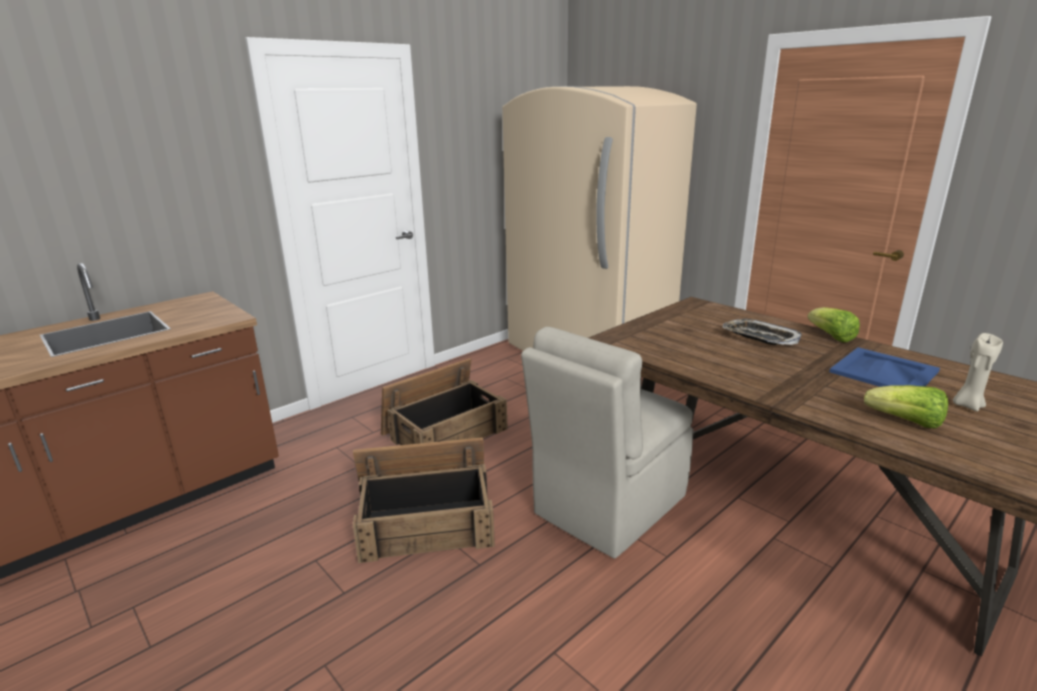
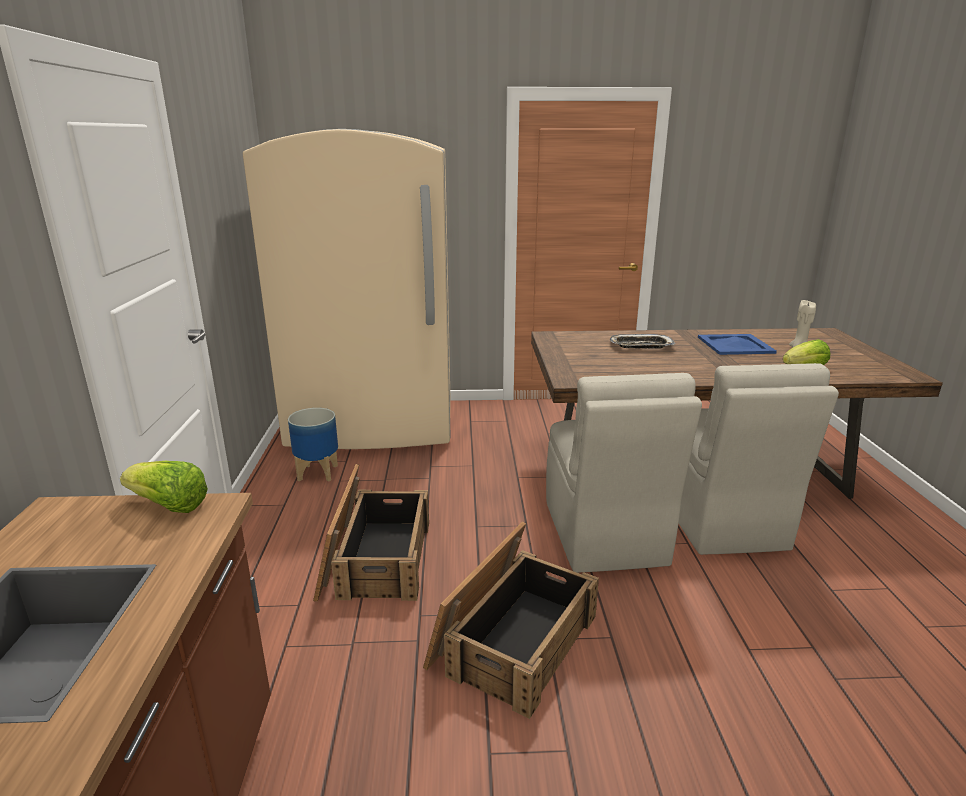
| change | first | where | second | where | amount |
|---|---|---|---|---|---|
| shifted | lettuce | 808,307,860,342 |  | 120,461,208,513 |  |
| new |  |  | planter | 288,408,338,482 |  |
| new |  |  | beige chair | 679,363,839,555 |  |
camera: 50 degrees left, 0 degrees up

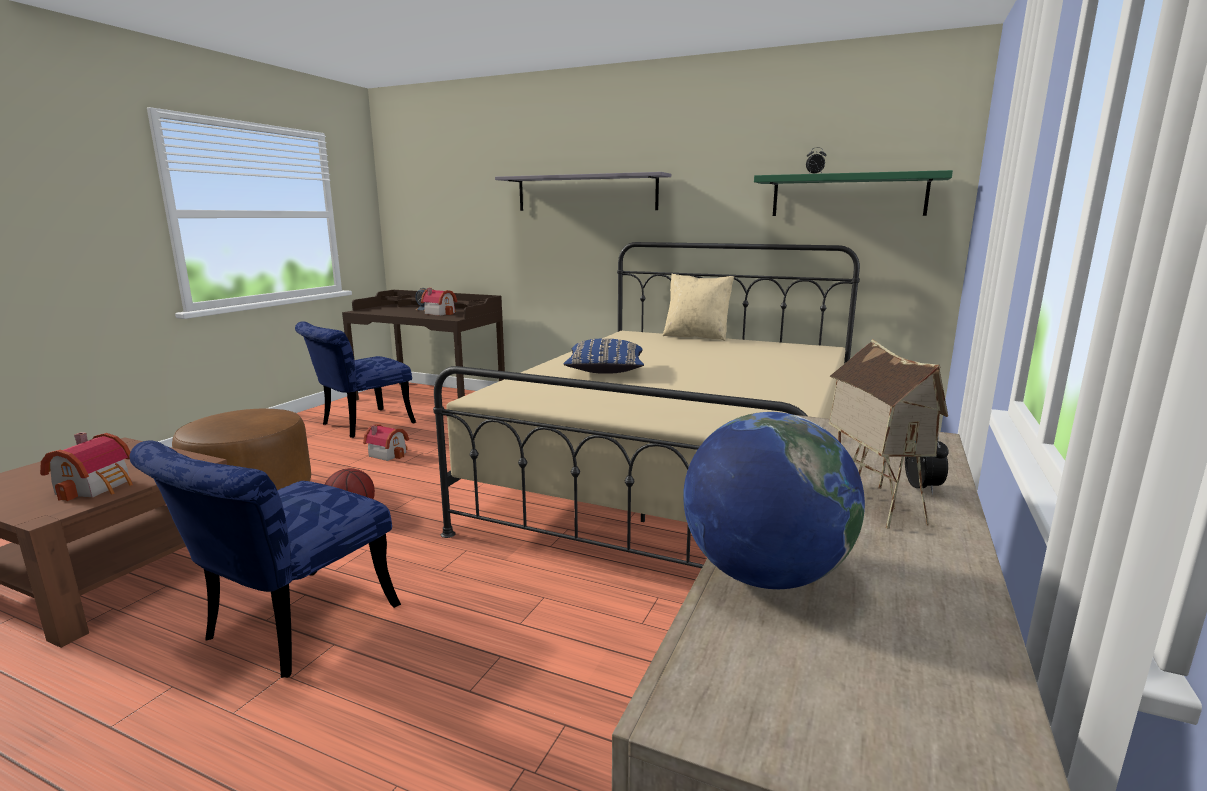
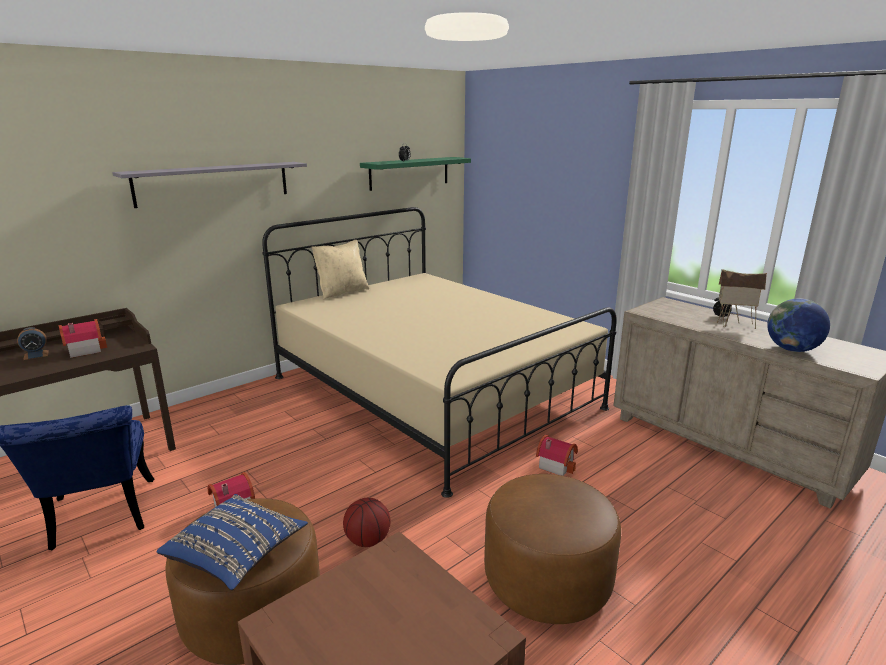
| change | first | where | second | where | amount |
|---|---|---|---|---|---|
| shifted | toy house | 40,432,133,501 |  | 536,435,578,476 |  |
| swapped | blue chair | 129,441,401,678 | brown ottoman | 484,474,621,624 |  |
| shifted | blue pillow | 564,339,644,374 |  | 156,494,308,590 |  |
camera: 65 degrees left, 5 degrees up

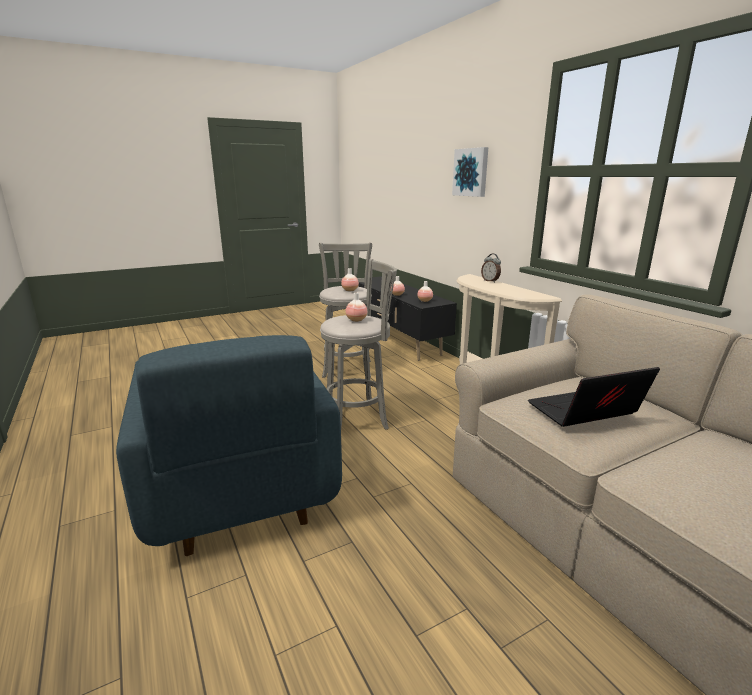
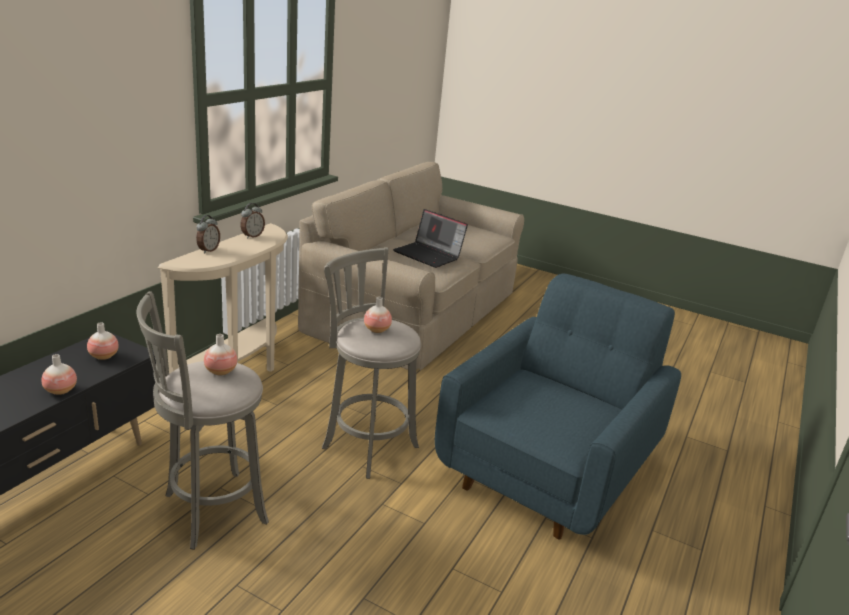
| change | first | where | second | where | amount |
|---|---|---|---|---|---|
| gone | picture | 452,147,488,197 |  |  |  |
| new |  |  | alarm clock | 240,203,265,239 |  |
camera: 125 degrees left, 5 degrees up

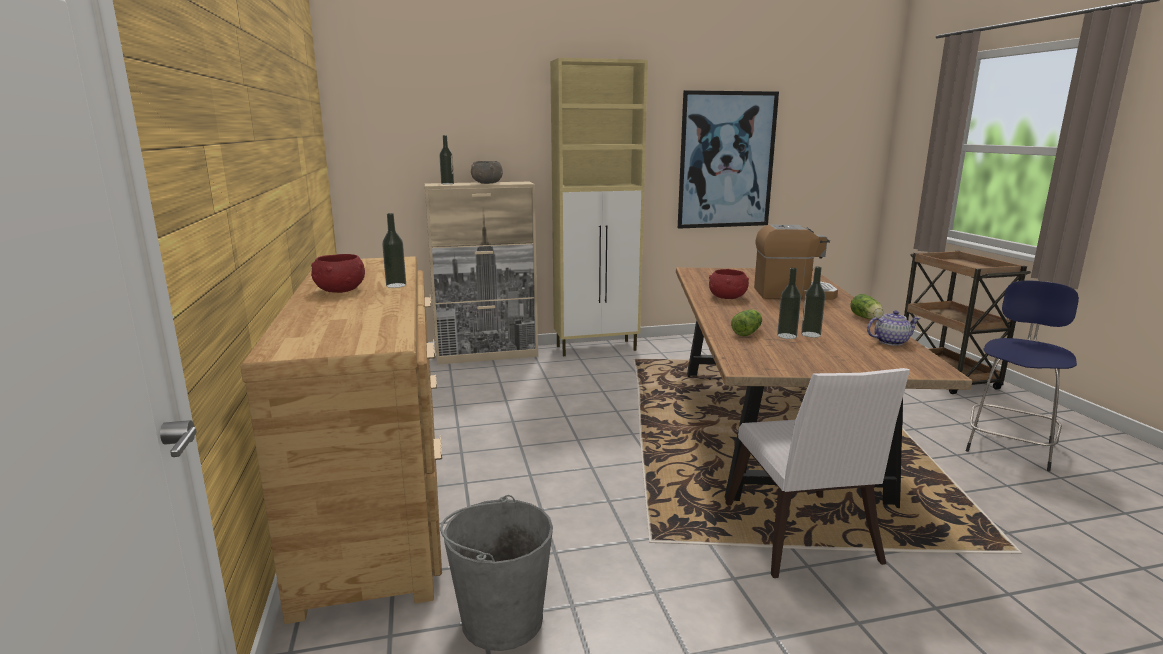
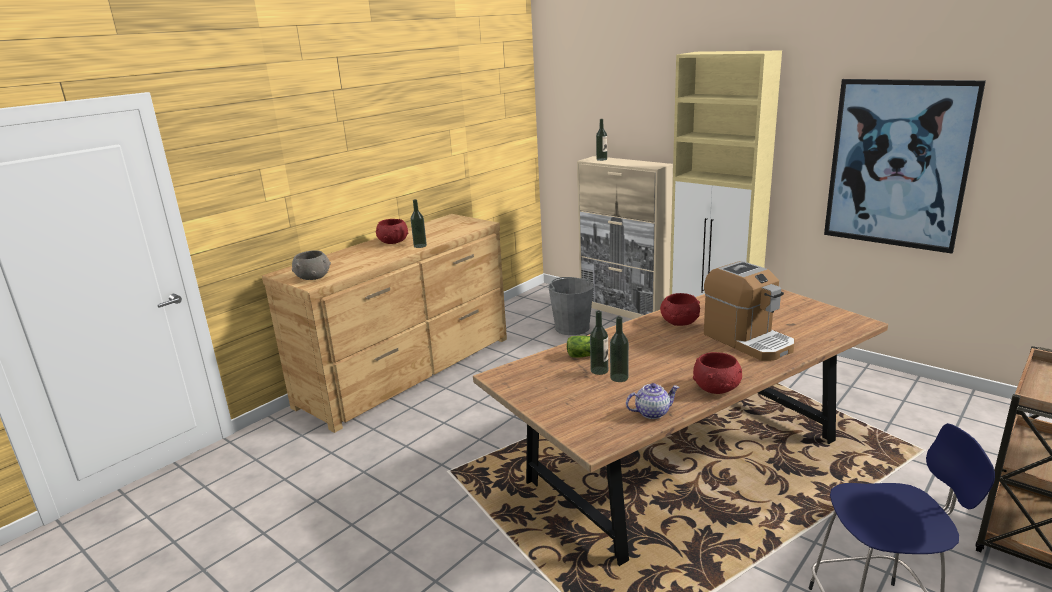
| change | first | where | second | where | amount |
|---|---|---|---|---|---|
| shifted | grey bucket | 440,495,553,651 |  | 548,277,594,335 |  |
| shifted | grey bowl | 471,161,503,184 |  | 292,250,331,280 |  |
| gone | white chair | 725,368,910,578 |  |  |  |
| swapped | lettuce | 850,294,883,319 | red bowl | 693,352,742,394 |  |
| rotated | teapot | 867,310,921,346 |  | 626,383,679,419 | 60 degrees counterclockwise |
camera: 55 degrees right, 5 degrees up

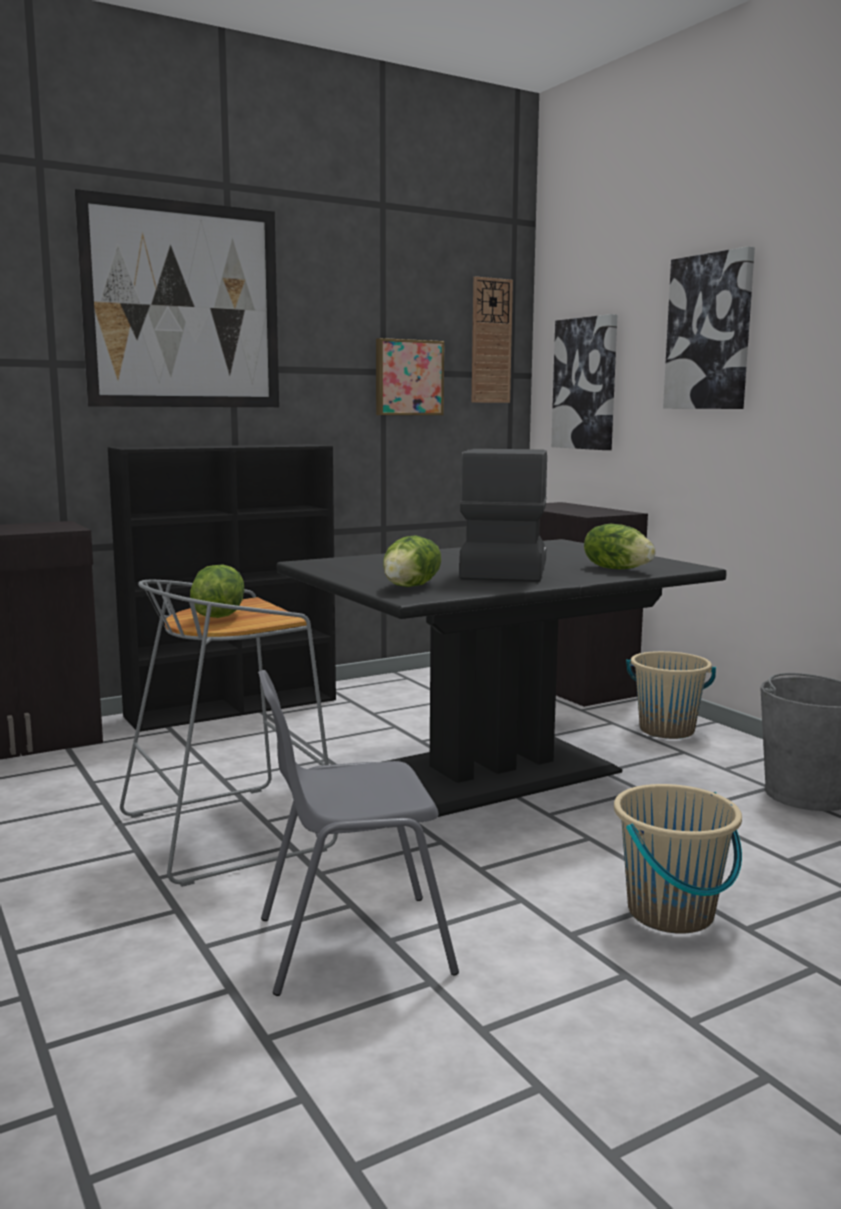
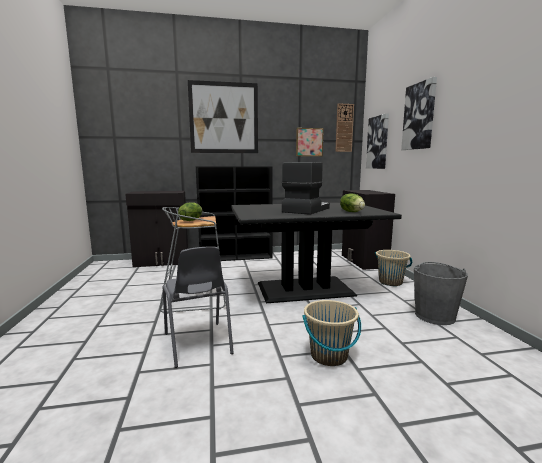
| change | first | where | second | where | amount |
|---|---|---|---|---|---|
| rotated | grey chair | 258,670,459,996 |  | 163,246,234,368 | 120 degrees counterclockwise |
| gone | lettuce | 383,535,441,587 |  |  |  |
camera: 20 degrees right, 0 degrees up

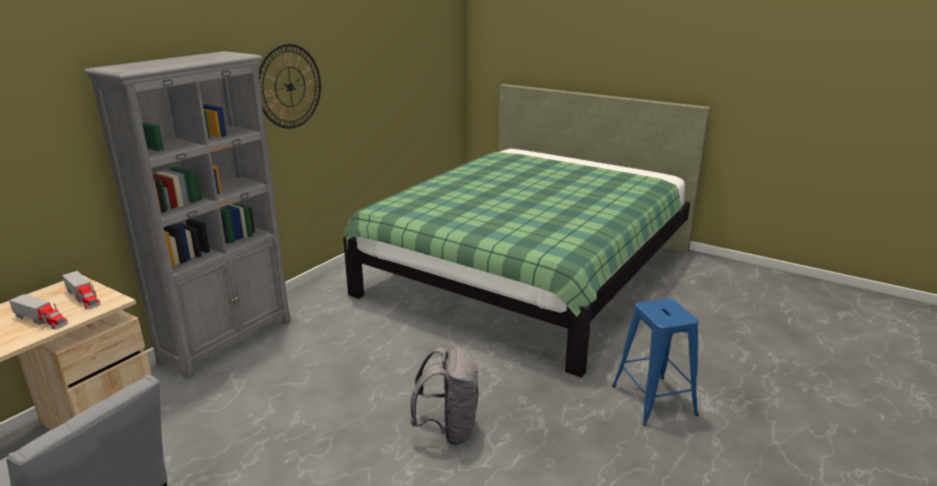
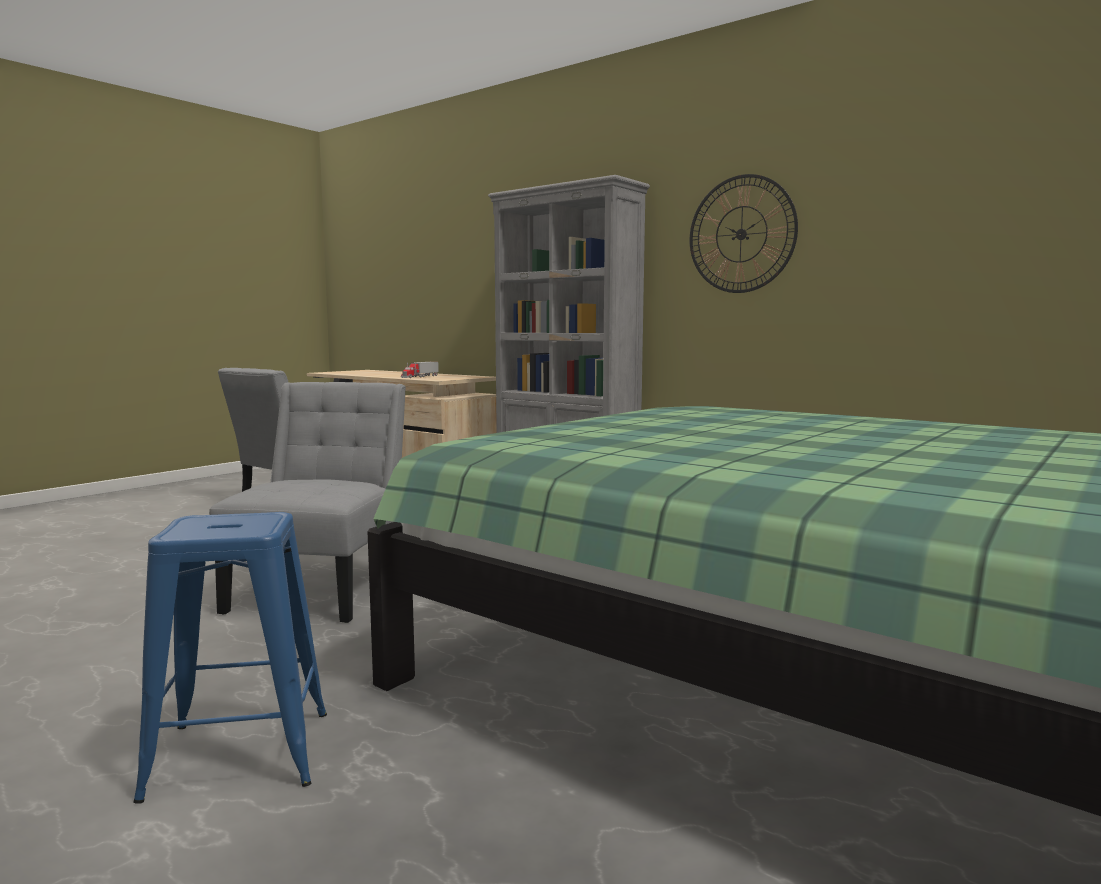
| change | first | where | second | where | amount |
|---|---|---|---|---|---|
| gone | toy truck | 62,271,101,309 |  |  |  |
| swapped | grey backpack | 410,346,479,445 | grey chair | 209,382,406,623 |  |
camera: 95 degrees right, 15 degrees down

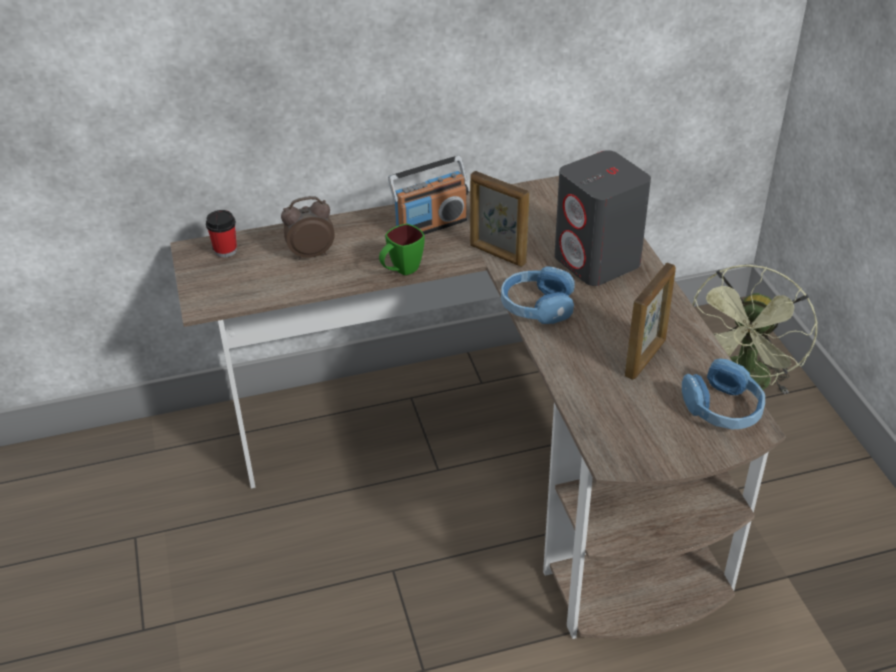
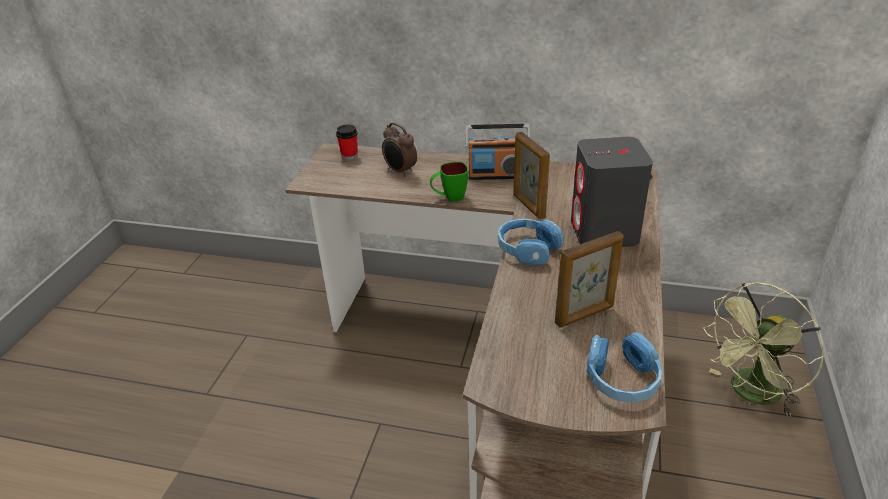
| change | first | where | second | where | amount |
|---|---|---|---|---|---|
| rotated | alarm clock | 281,196,335,260 |  | 382,123,417,176 | 150 degrees counterclockwise |
camera: 30 degrees right, 5 degrees down

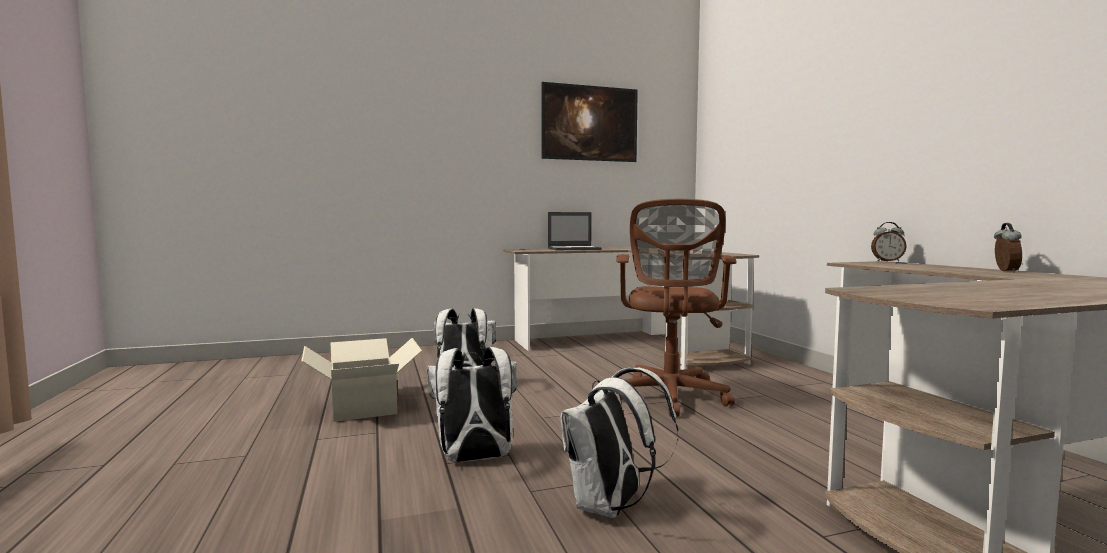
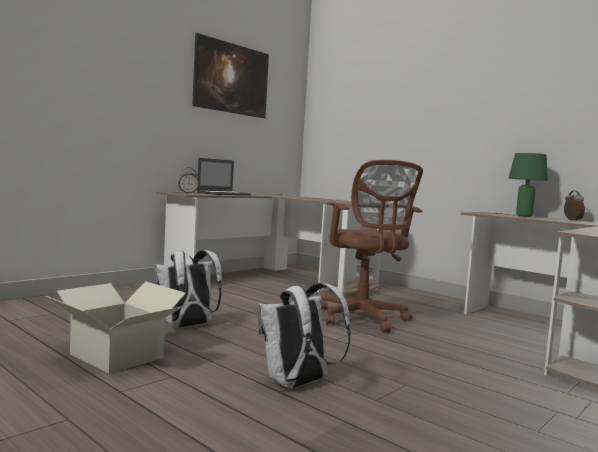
| change | first | where | second | where | amount |
|---|---|---|---|---|---|
| gone | white backpack | 560,367,678,518 |  |  |  |
| shifted | alarm clock | 871,222,907,262 |  | 178,167,199,194 |  |
| new |  |  | green table lamp | 508,153,548,217 |  |
camera: 30 degrees left, 0 degrees up

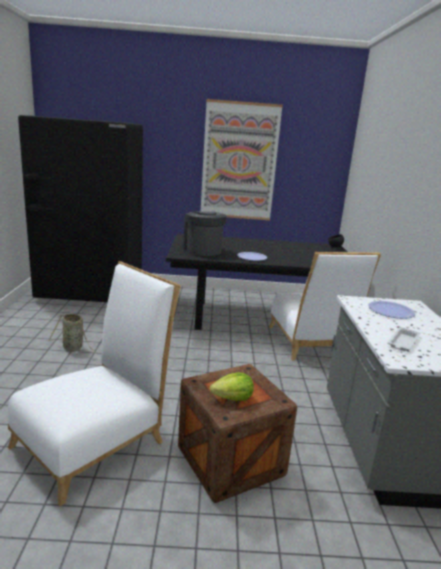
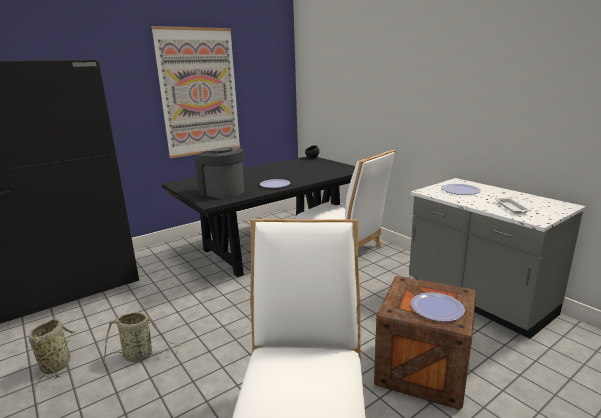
| change | first | where | second | where | amount |
|---|---|---|---|---|---|
| swapped | lettuce | 210,373,254,401 | plate | 411,293,465,322 |  |
| new |  |  | basket | 29,319,75,386 |  |
camera: 35 degrees left, 0 degrees up

